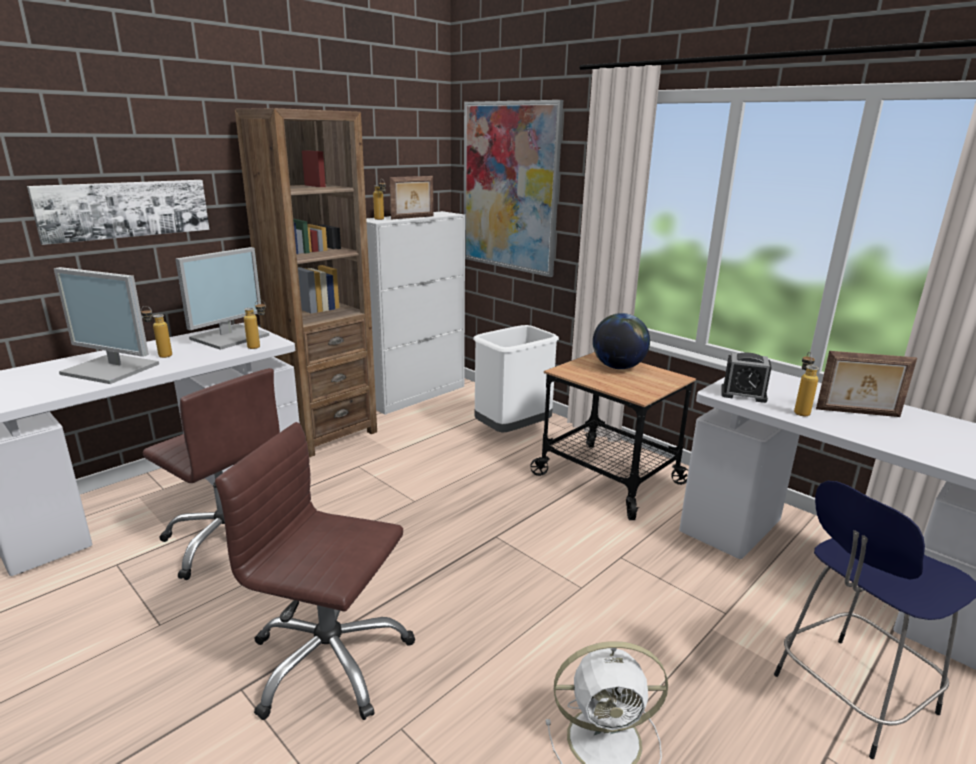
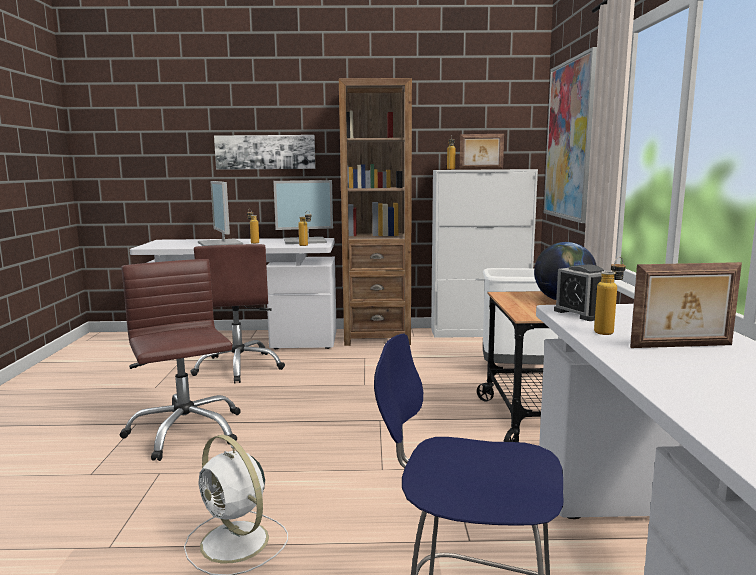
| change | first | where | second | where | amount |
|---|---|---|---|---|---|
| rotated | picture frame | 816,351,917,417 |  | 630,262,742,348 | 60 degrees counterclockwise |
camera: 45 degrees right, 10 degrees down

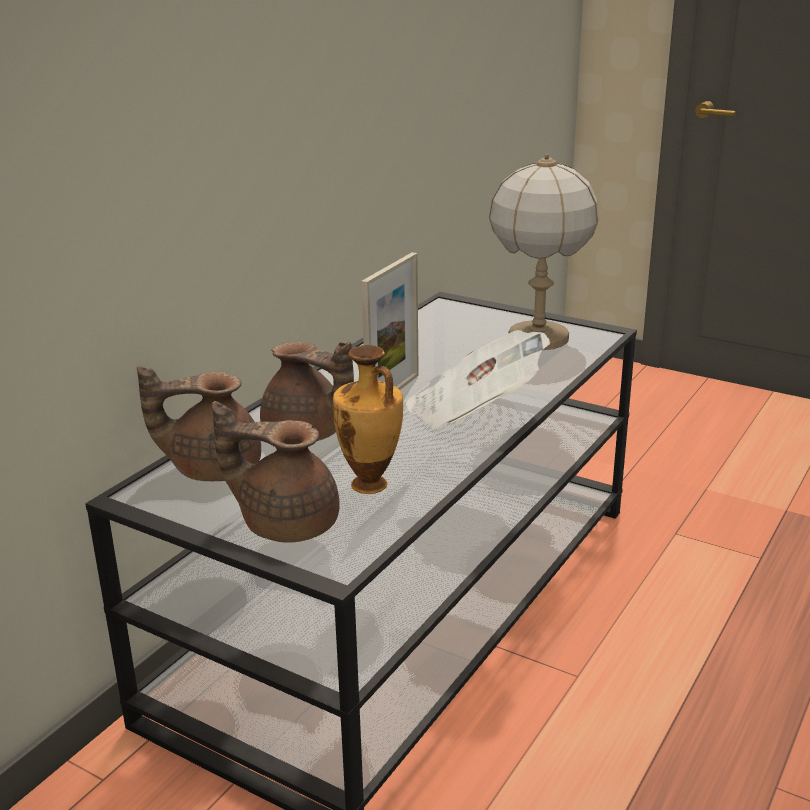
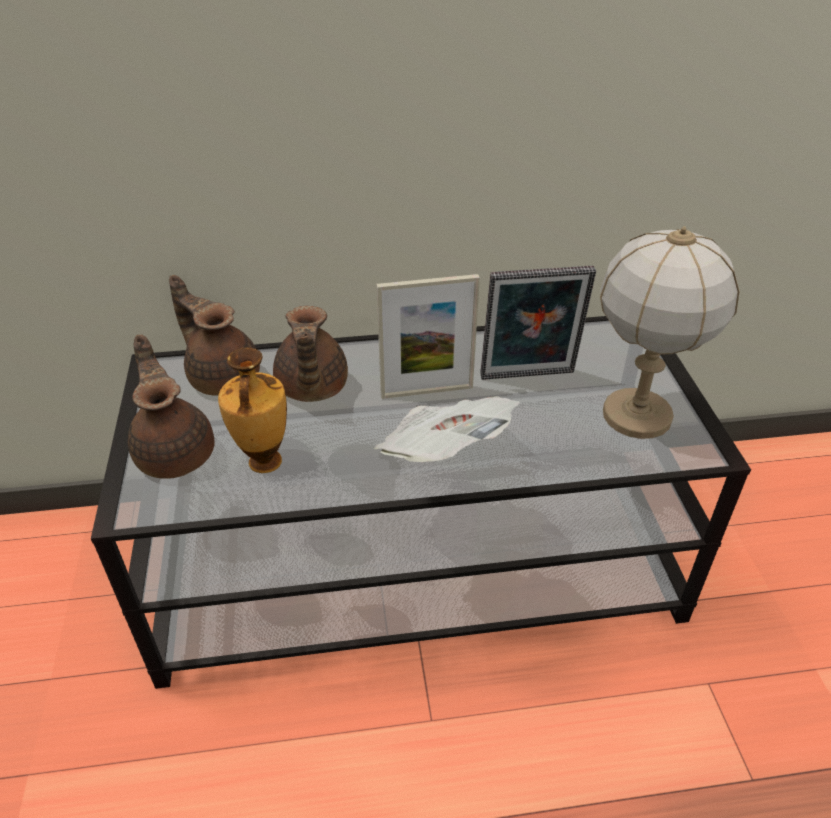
| change | first | where | second | where | amount |
|---|---|---|---|---|---|
| new |  |  | picture frame | 480,266,596,380 |  |
camera: 50 degrees right, 15 degrees up

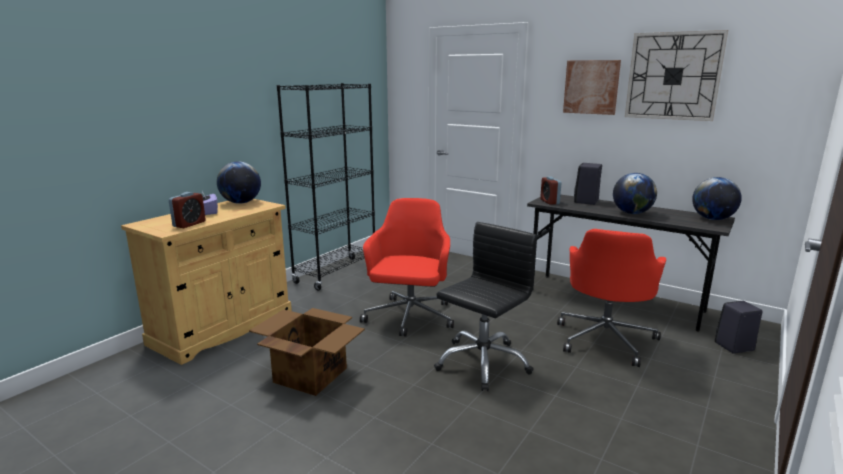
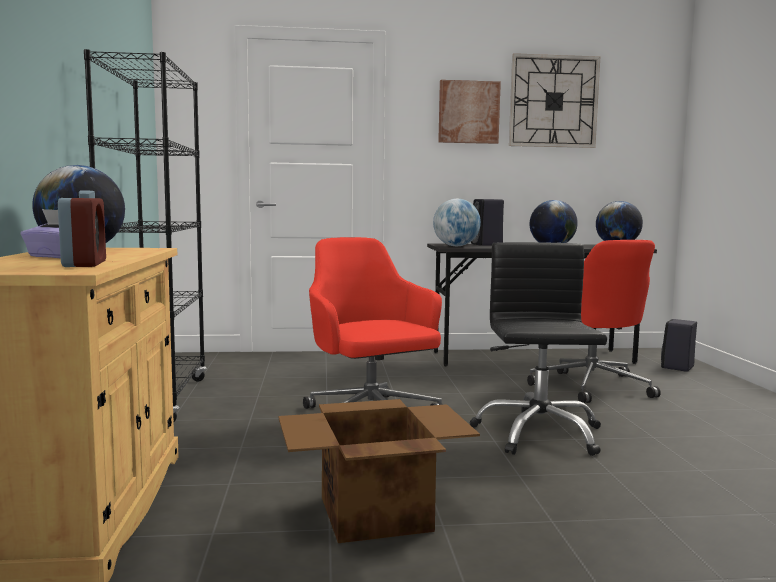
| change | first | where | second | where | amount |
|---|---|---|---|---|---|
| swapped | alarm clock | 540,176,562,205 | globe | 433,199,481,246 |  |
camera: 40 degrees left, 10 degrees down

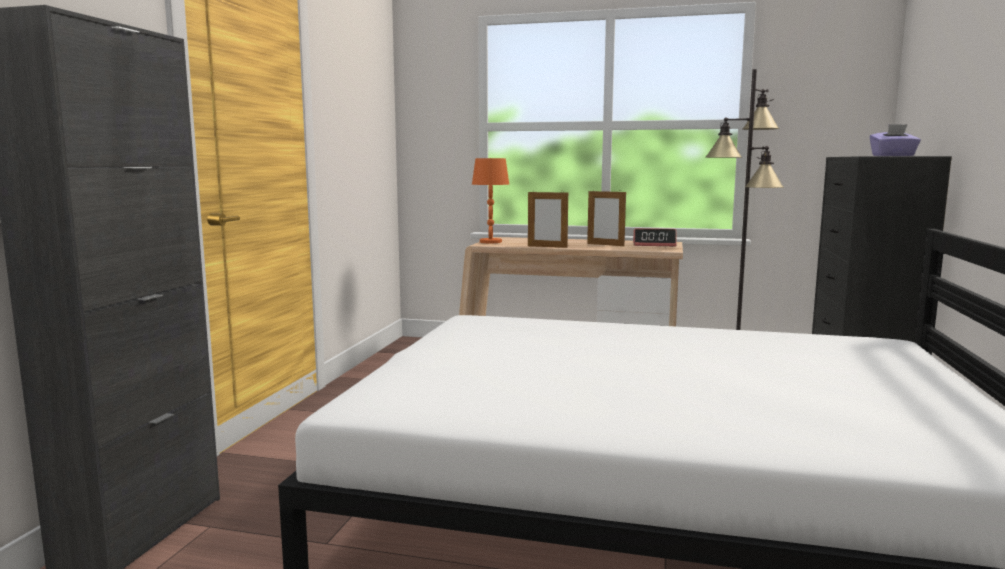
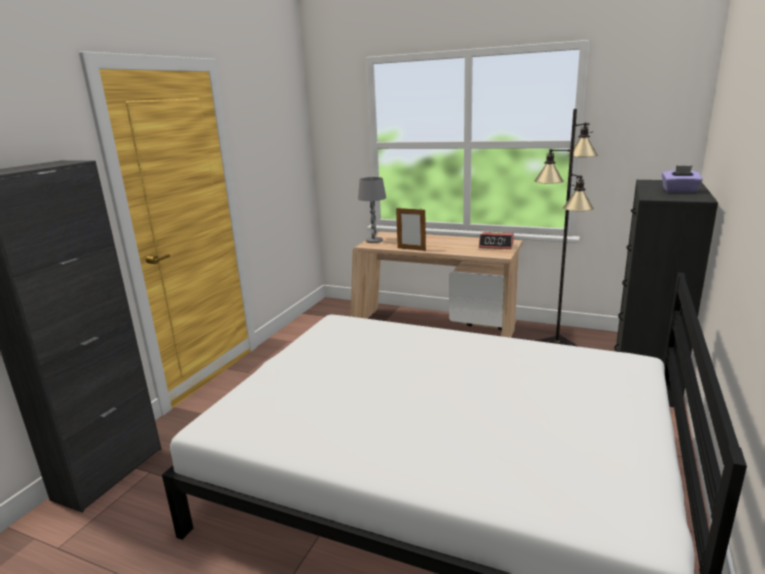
| change | first | where | second | where | amount |
|---|---|---|---|---|---|
| repainted | orange table lamp | 472,158,509,243 | grey table lamp | 358,177,386,243 |  |
| gone | picture frame | 587,189,626,246 |  |  |  |
camera: 10 degrees right, 10 degrees up

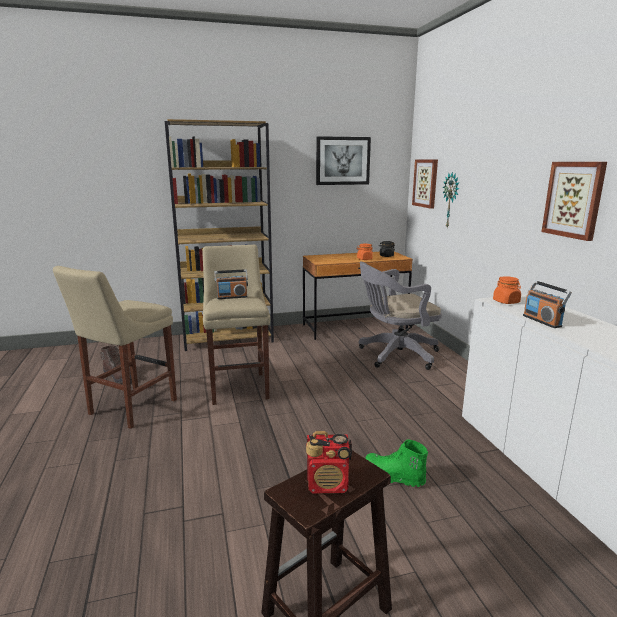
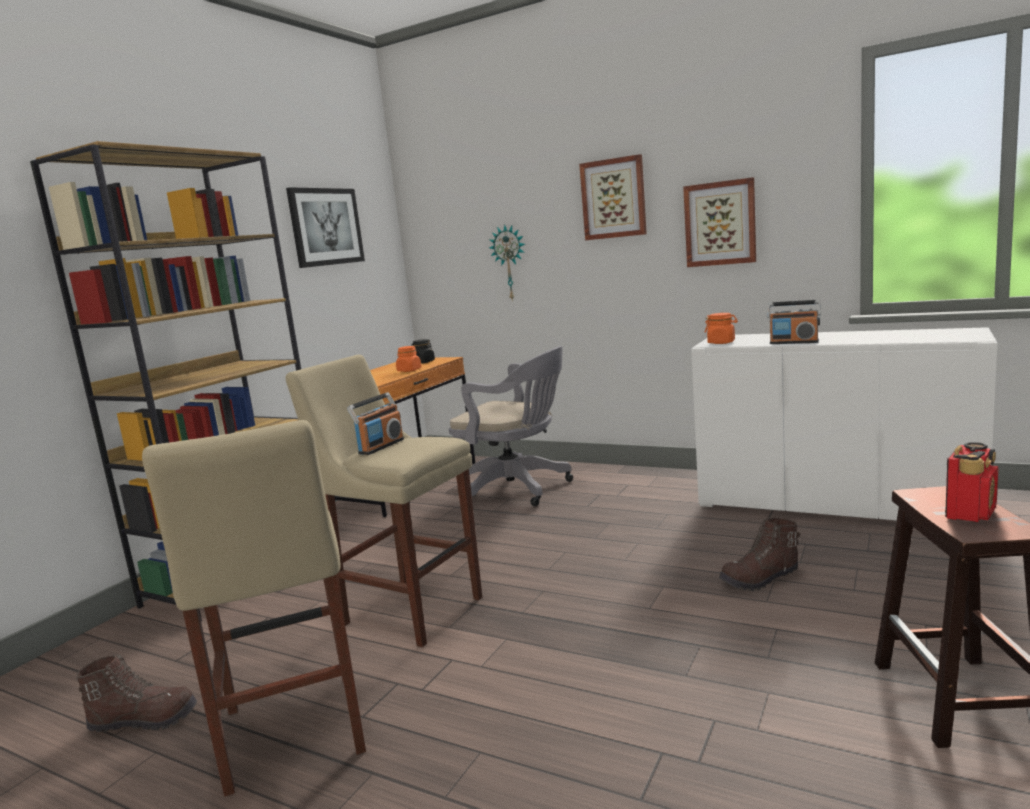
| change | first | where | second | where | amount |
|---|---|---|---|---|---|
| rotated | grey office chair | 359,262,442,370 |  | 449,346,573,506 | 90 degrees counterclockwise |
| repainted | green boot | 365,439,428,487 | brown boot | 719,518,800,591 |  |
| shifted | picture | 412,159,438,209 |  | 579,154,647,240 |  |
camera: 45 degrees left, 5 degrees down

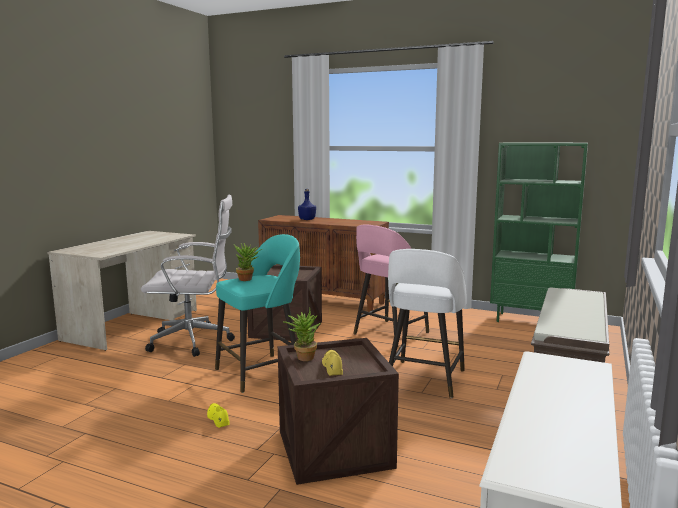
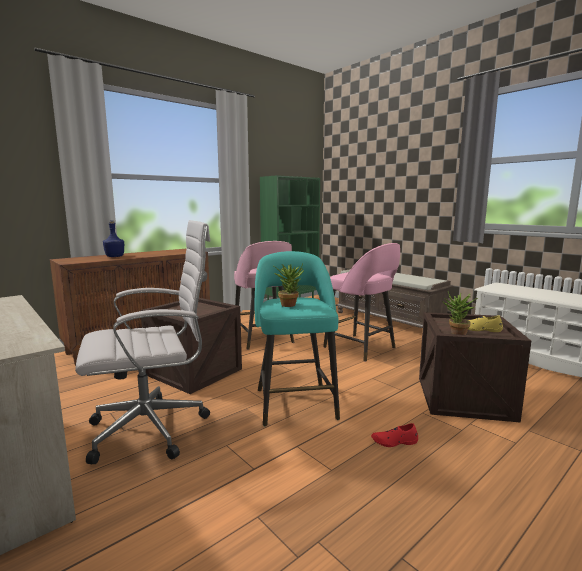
| change | first | where | second | where | amount |
|---|---|---|---|---|---|
| rotated | white office chair | 141,195,235,357 |  | 75,220,211,464 | 45 degrees clockwise |
| repainted | yellow shoe | 207,403,230,428 | red shoe | 371,423,418,447 |  |
| repainted | white stool | 388,249,467,398 | pink stool | 323,243,400,362 |  |
camera: 65 degrees left, 0 degrees up

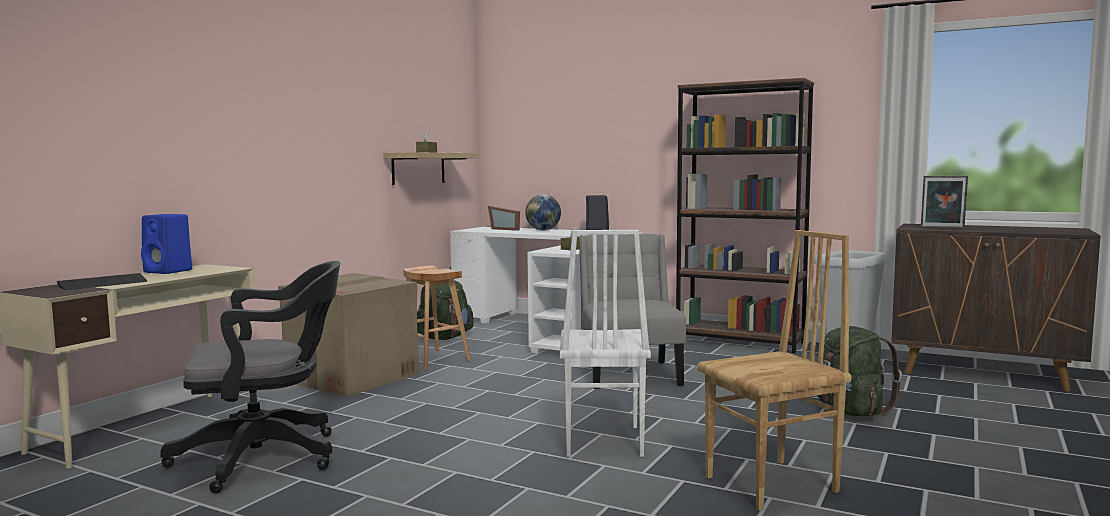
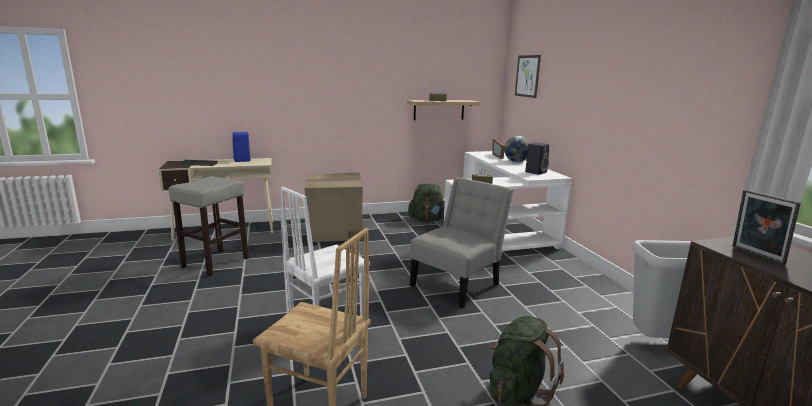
| change | first | where | second | where | amount |
|---|---|---|---|---|---|
| swapped | black office chair | 160,261,340,494 | grey stool | 169,176,249,276 |  |
| gone | brown stool | 403,266,471,370 |  |  |  |
| gone | brown bookcase | 676,78,814,353 |  |  |  |
| new |  |  | picture | 515,55,541,98 |  |
camera: 45 degrees right, 10 degrees up

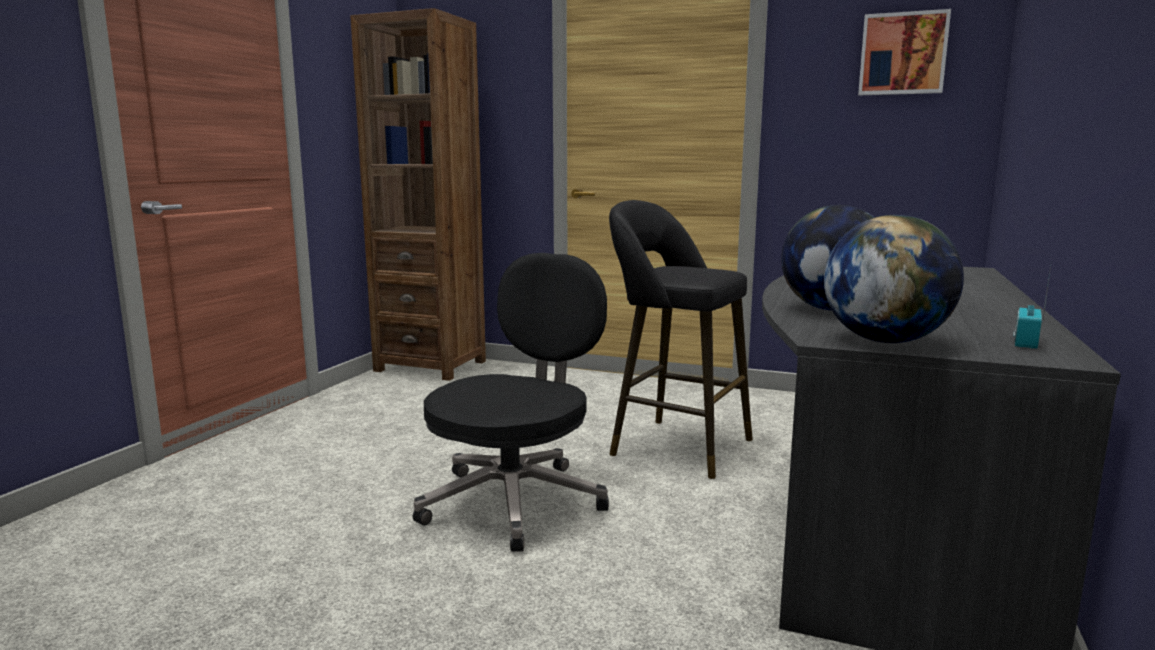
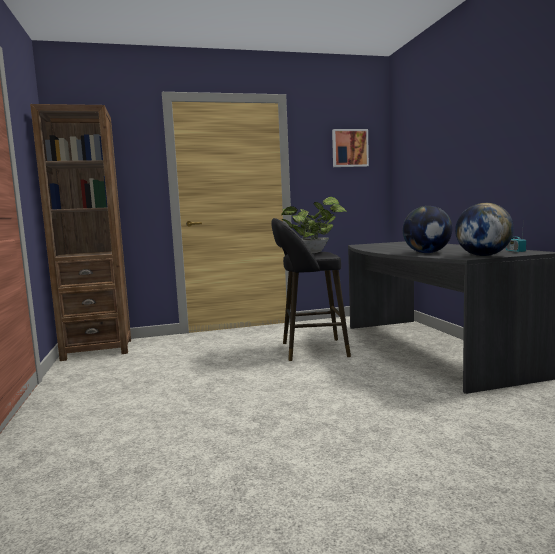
| change | first | where | second | where | amount |
|---|---|---|---|---|---|
| gone | black office chair | 413,253,609,552 |  |  |  |
| new |  |  | potted plant | 281,197,347,253 |  |
camera: 35 degrees left, 5 degrees down

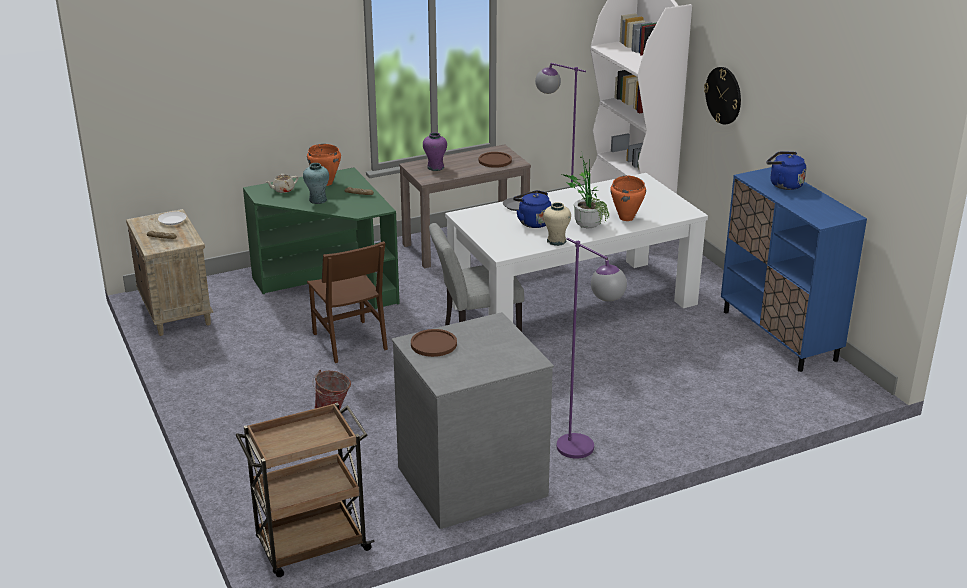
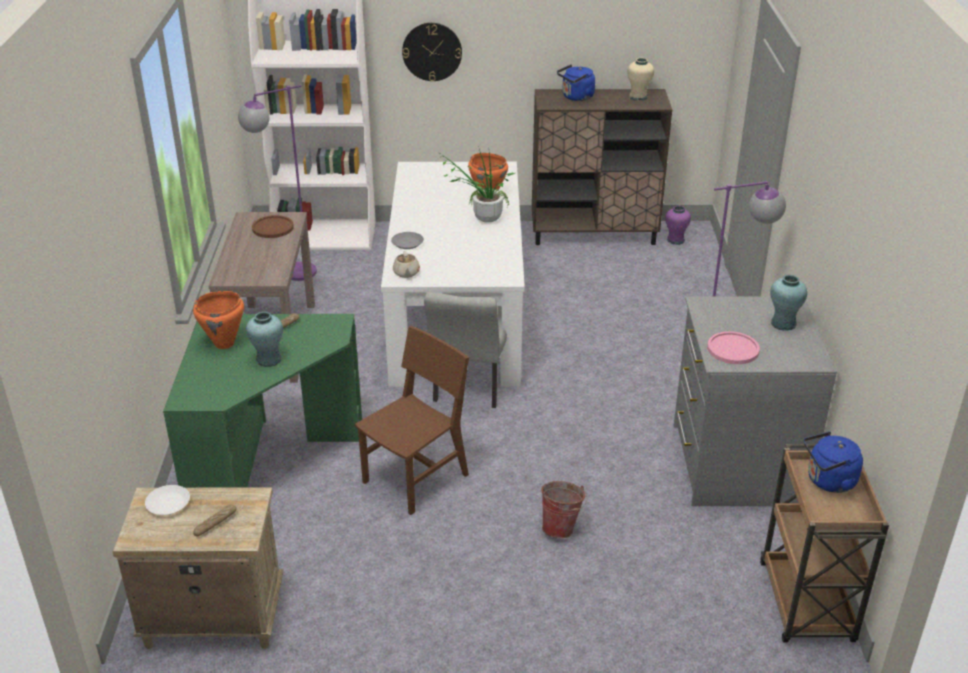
| change | first | where | second | where | amount |
|---|---|---|---|---|---|
| shifted | beige teapot | 265,174,298,193 |  | 393,251,420,278 |  |
| rotated | brown chair | 307,241,388,363 |  | 355,326,469,515 | 45 degrees counterclockwise |
| repainted | brown plate | 411,329,457,357 | pink plate | 707,331,760,364 |  |
| shifted | purple vase | 423,132,447,171 |  | 665,206,691,245 |  |
| shifted | blue kettle | 513,190,551,228 |  | 804,432,863,493 |  |
| shifted | beige vase | 543,202,571,246 |  | 627,58,654,101 |  |
| repainted | blue cabinet | 721,167,867,372 | brown cabinet | 532,89,672,245 |  |
| new |  |  | turquoise vase | 770,275,807,331 |  |
camera: 65 degrees left, 5 degrees up

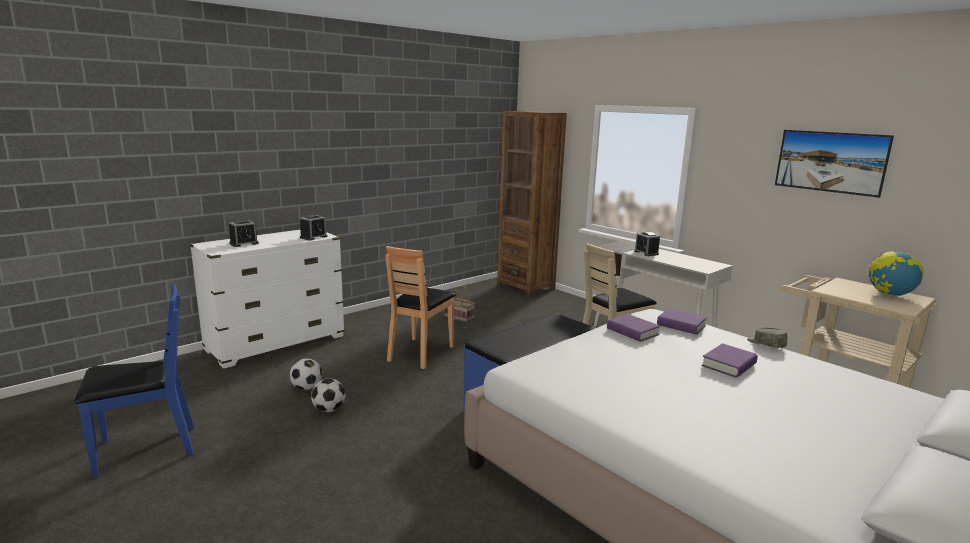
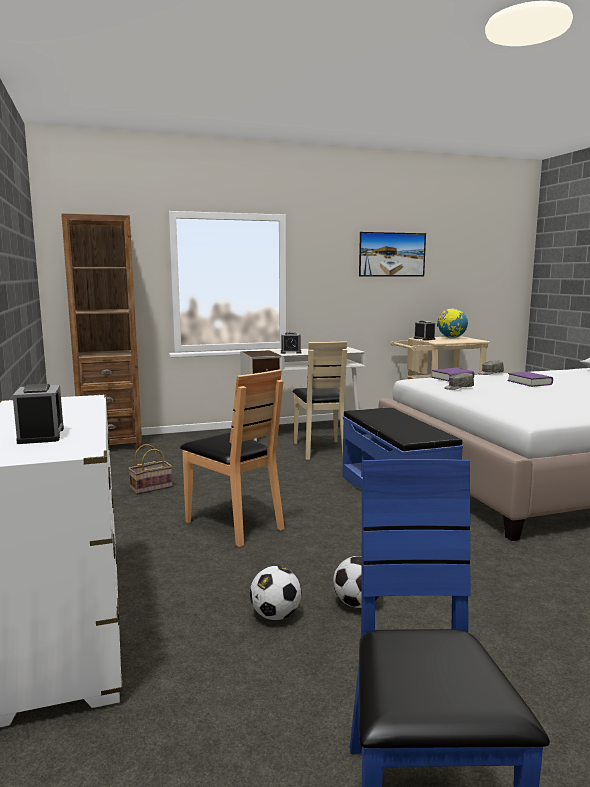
| change | first | where | second | where | amount |
|---|---|---|---|---|---|
| shifted | alarm clock | 300,215,327,240 |  | 414,320,435,340 |  |
| swapped | purple book | 607,314,660,342 | grey cap | 444,373,474,390 |  |
camera: 65 degrees left, 5 degrees down

